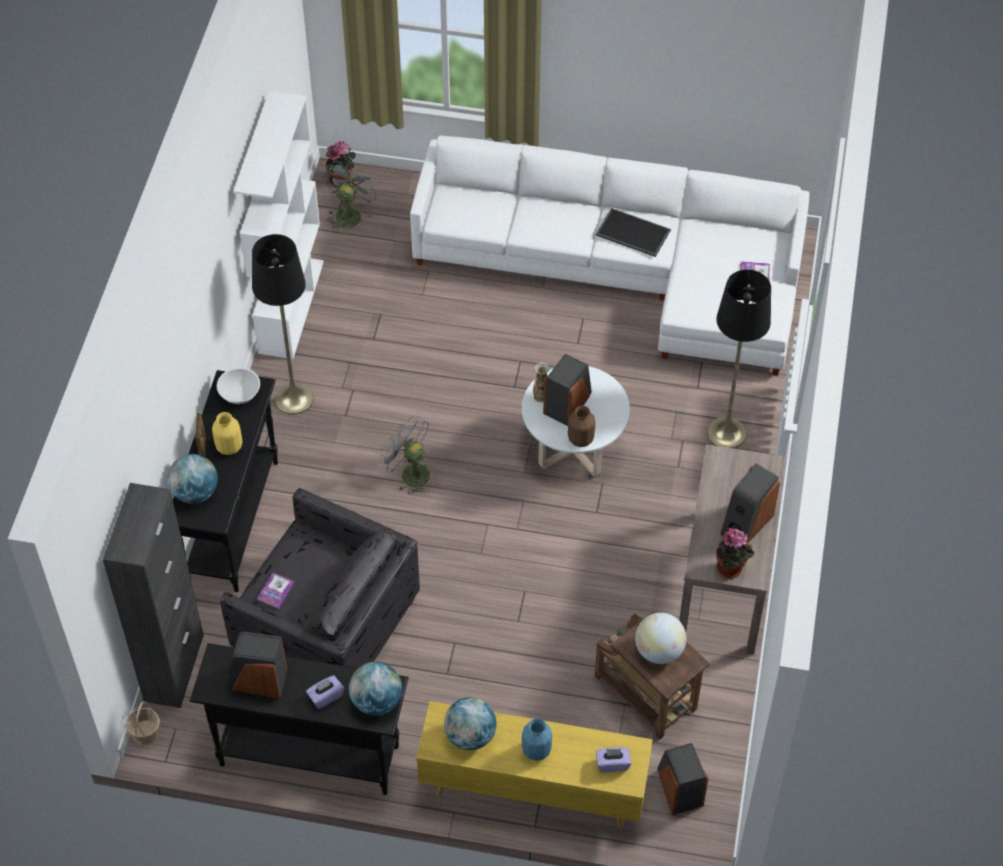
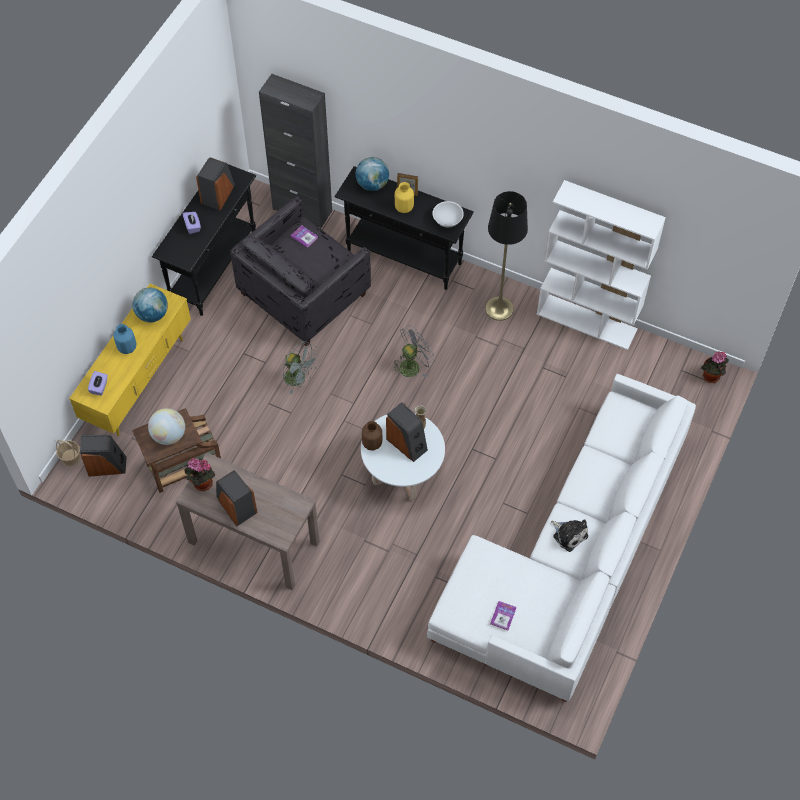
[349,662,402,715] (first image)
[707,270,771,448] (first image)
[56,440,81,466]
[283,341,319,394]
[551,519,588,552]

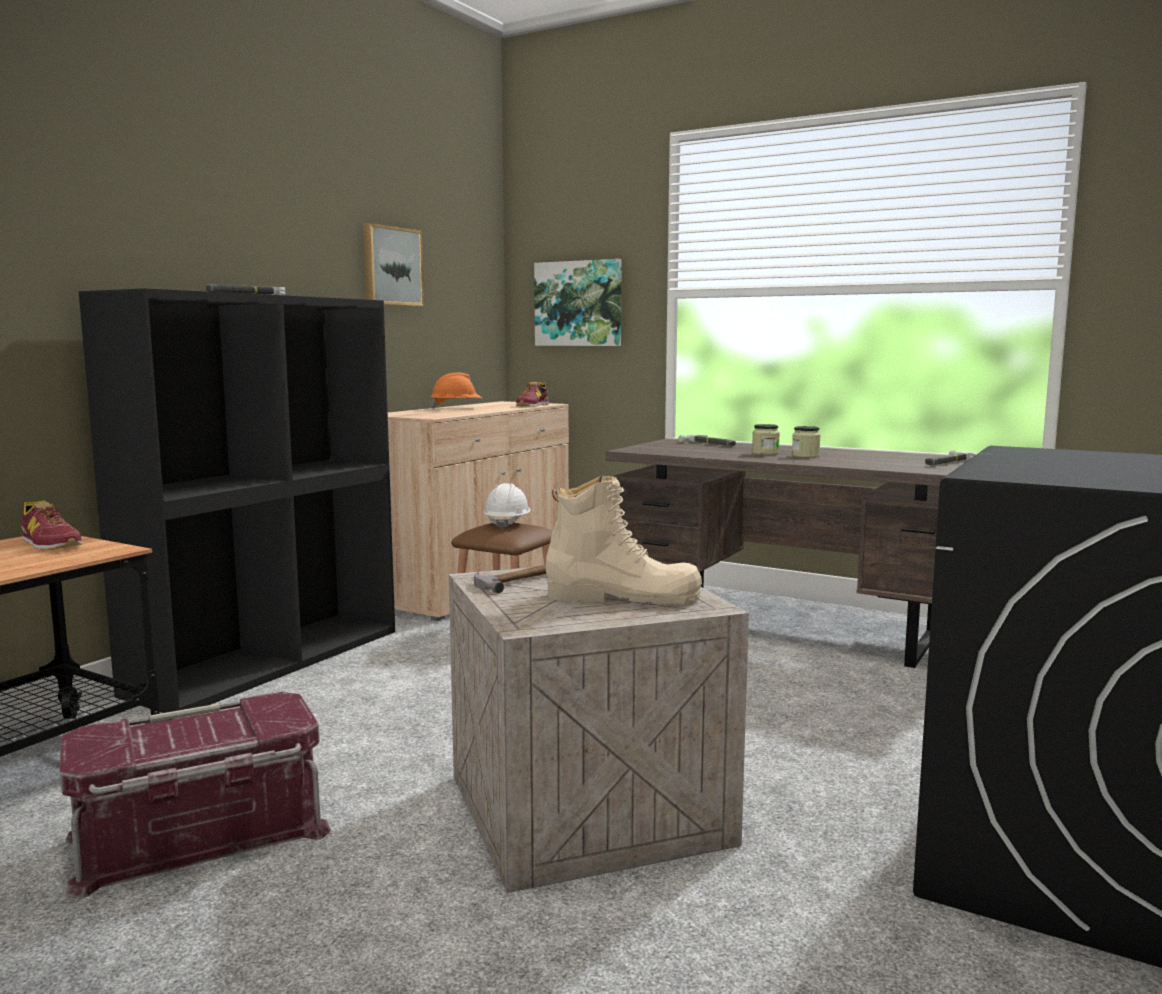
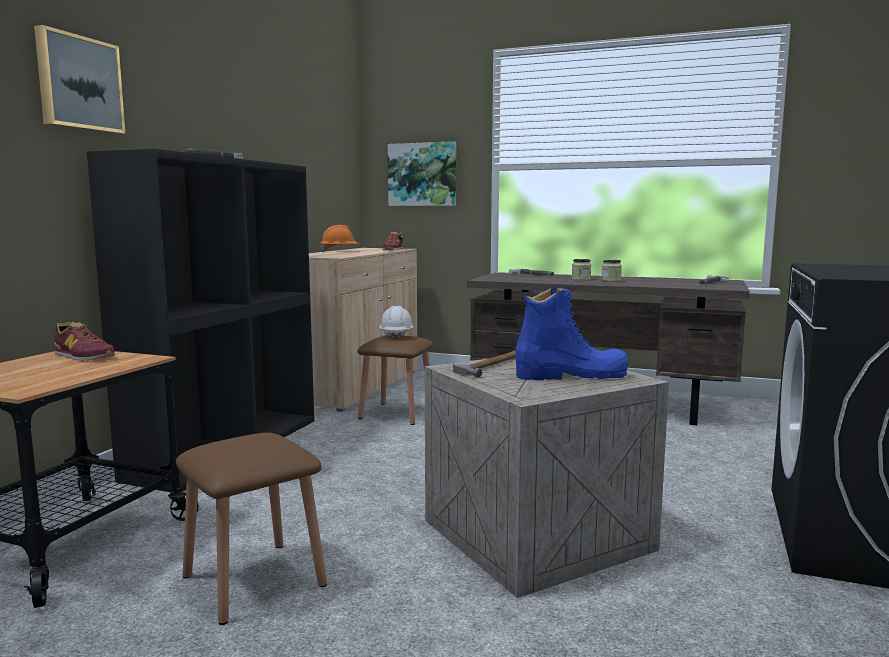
[34,25,125,134]
[176,433,327,625]
[515,287,629,380]

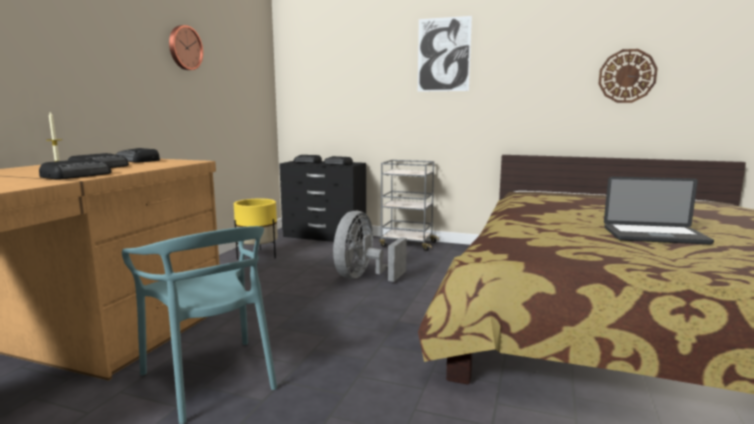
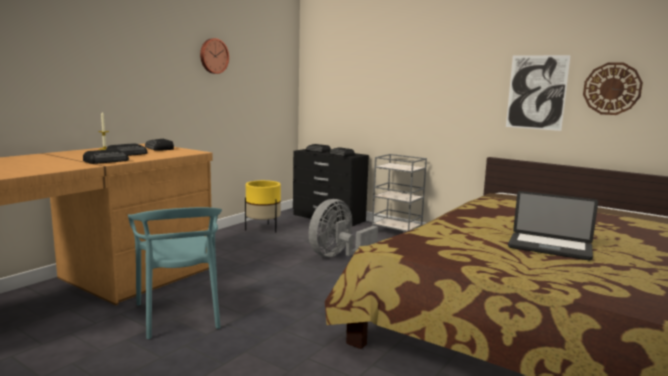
[506,55,571,131]

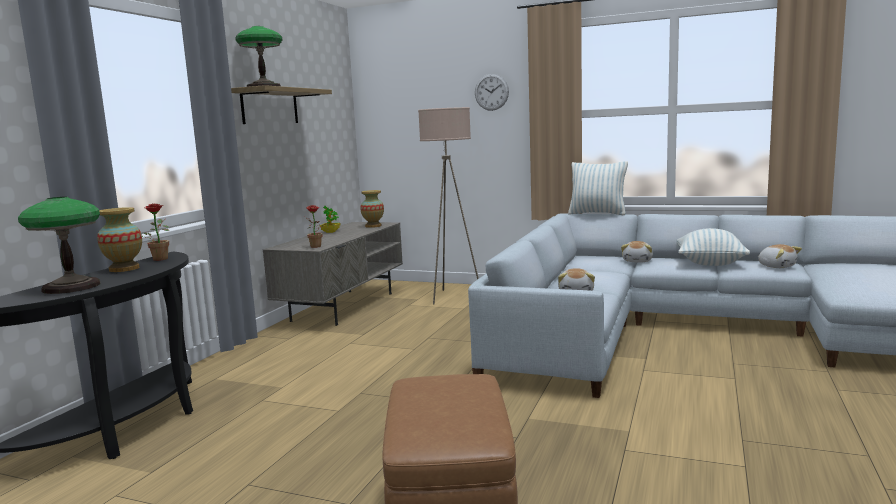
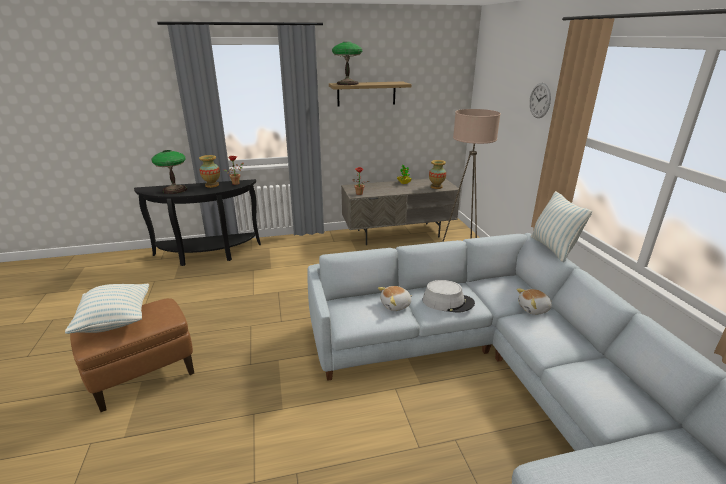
[758,244,802,268] (first image)
[423,280,475,313]
[65,284,149,334]

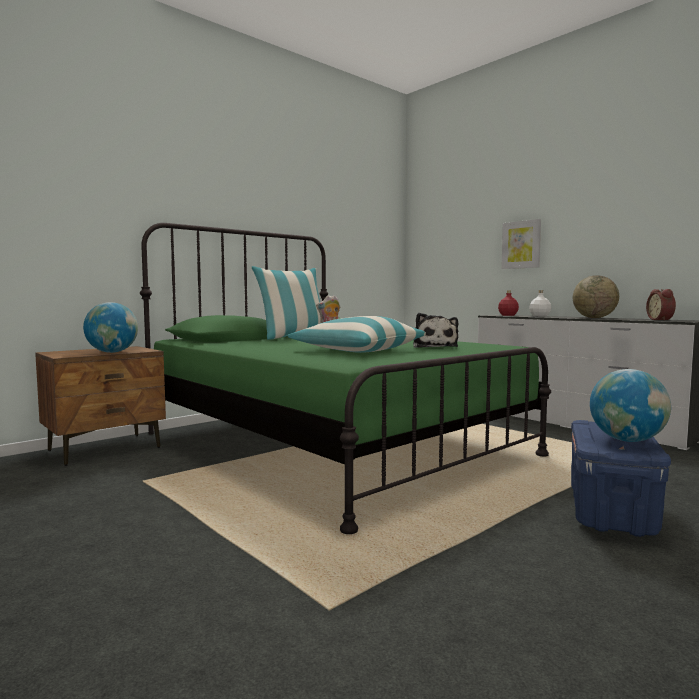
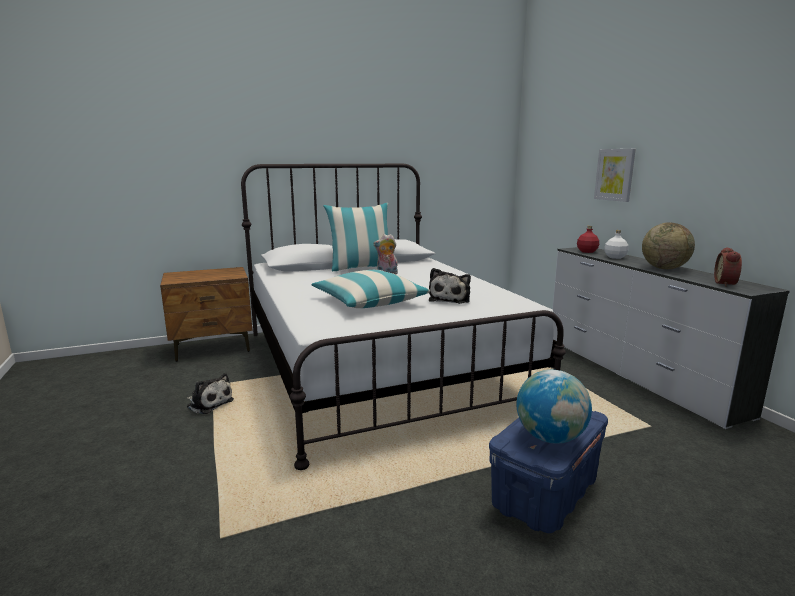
[83,302,138,353] (first image)
[187,373,234,414]
[241,164,566,470]

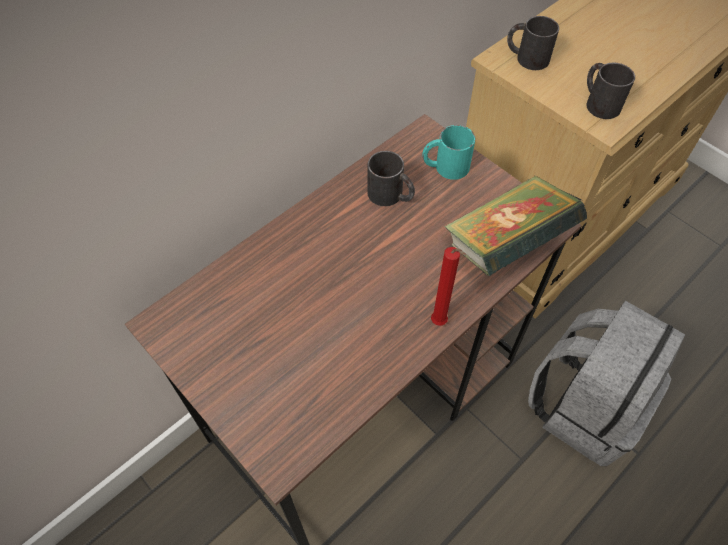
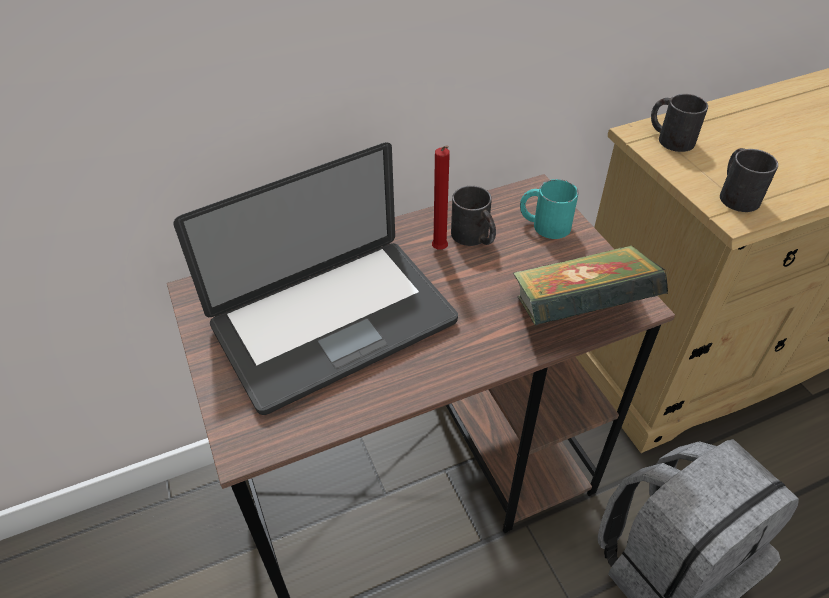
[174,142,458,415]
[432,146,450,250]

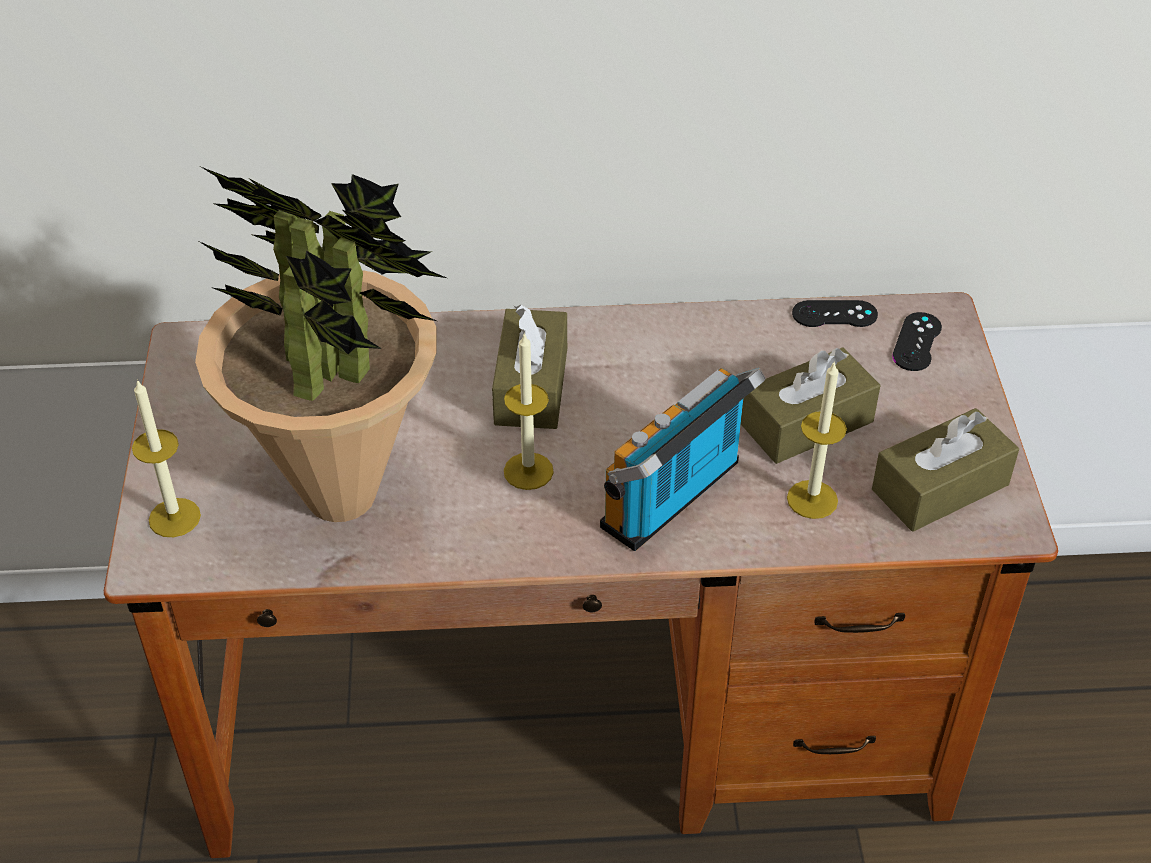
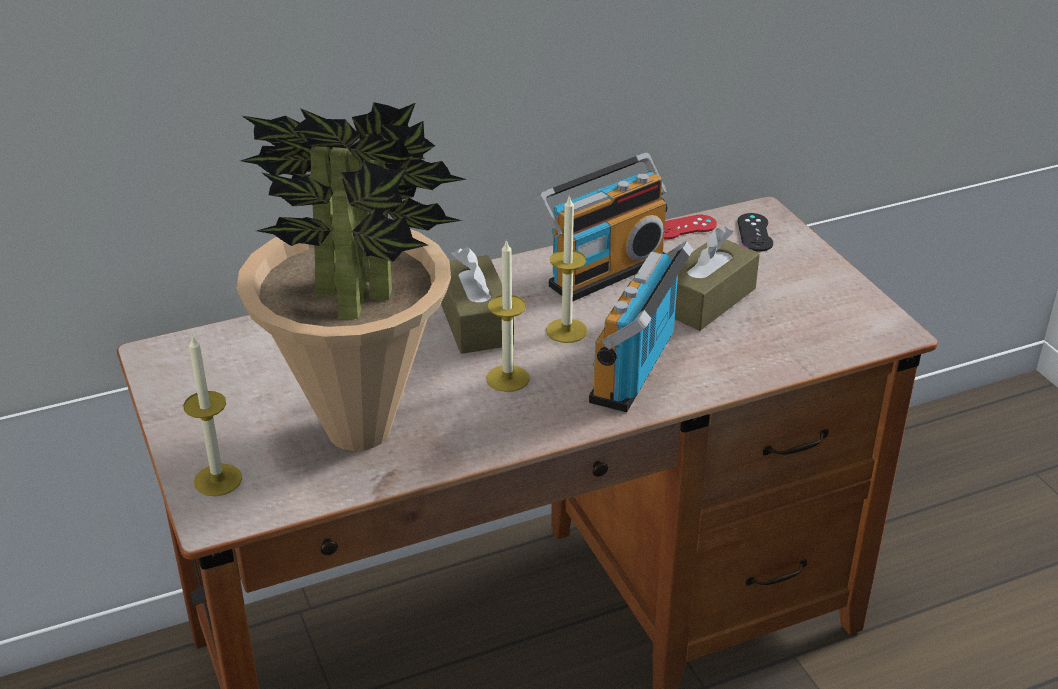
[872,408,1019,532] (first image)
[536,153,668,301]
[546,195,587,343]
[664,215,717,239]

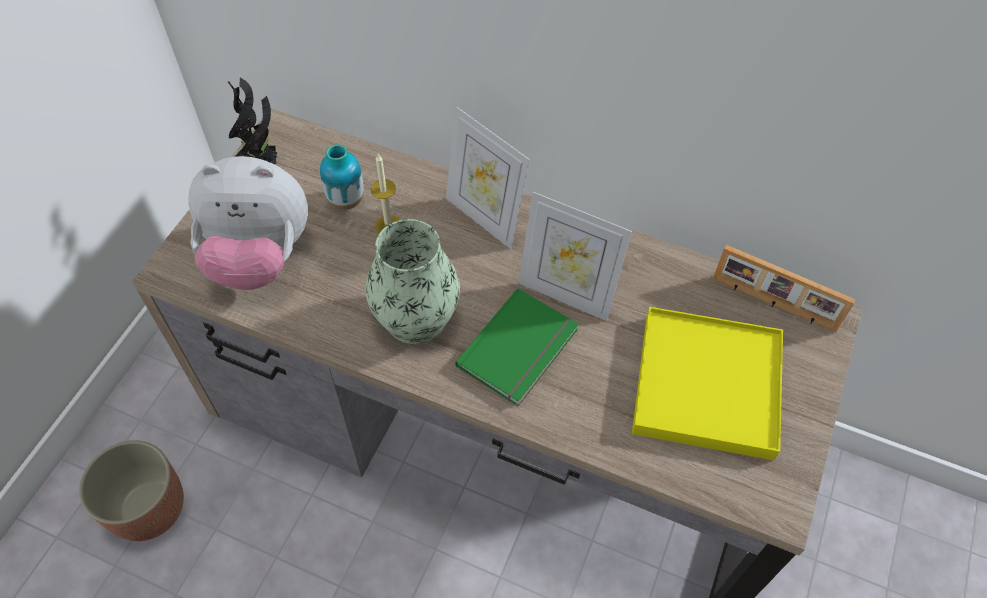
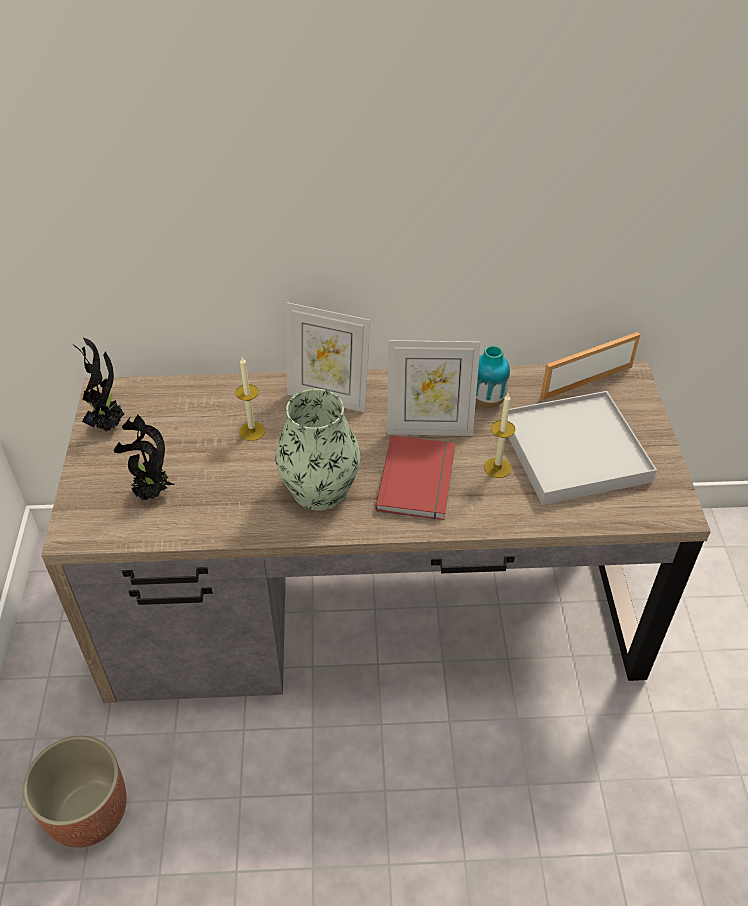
[484,392,515,478]
[476,345,510,408]
[114,415,175,501]
[376,436,455,520]
[501,391,657,505]
[541,332,641,400]

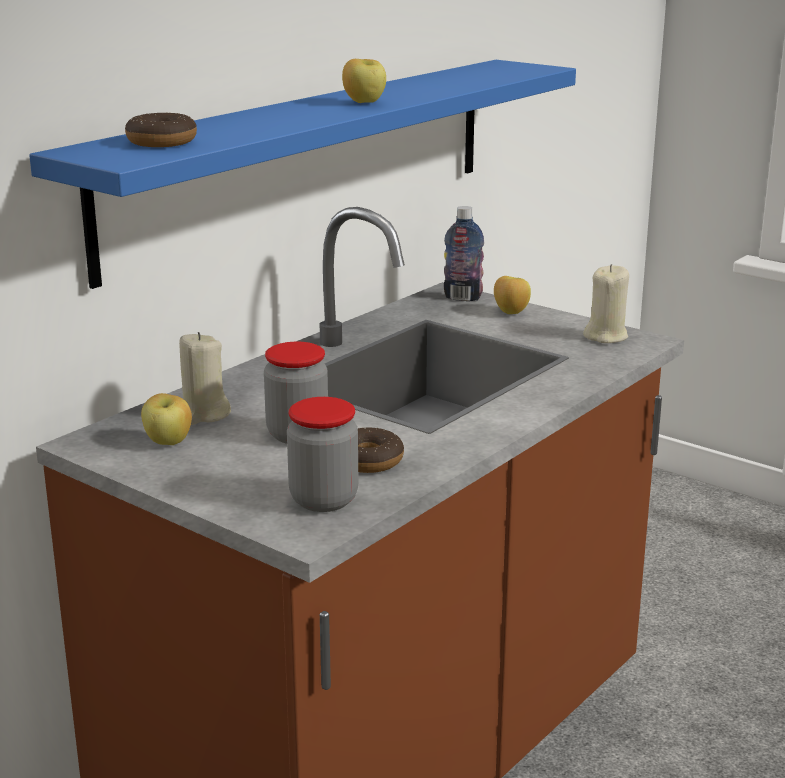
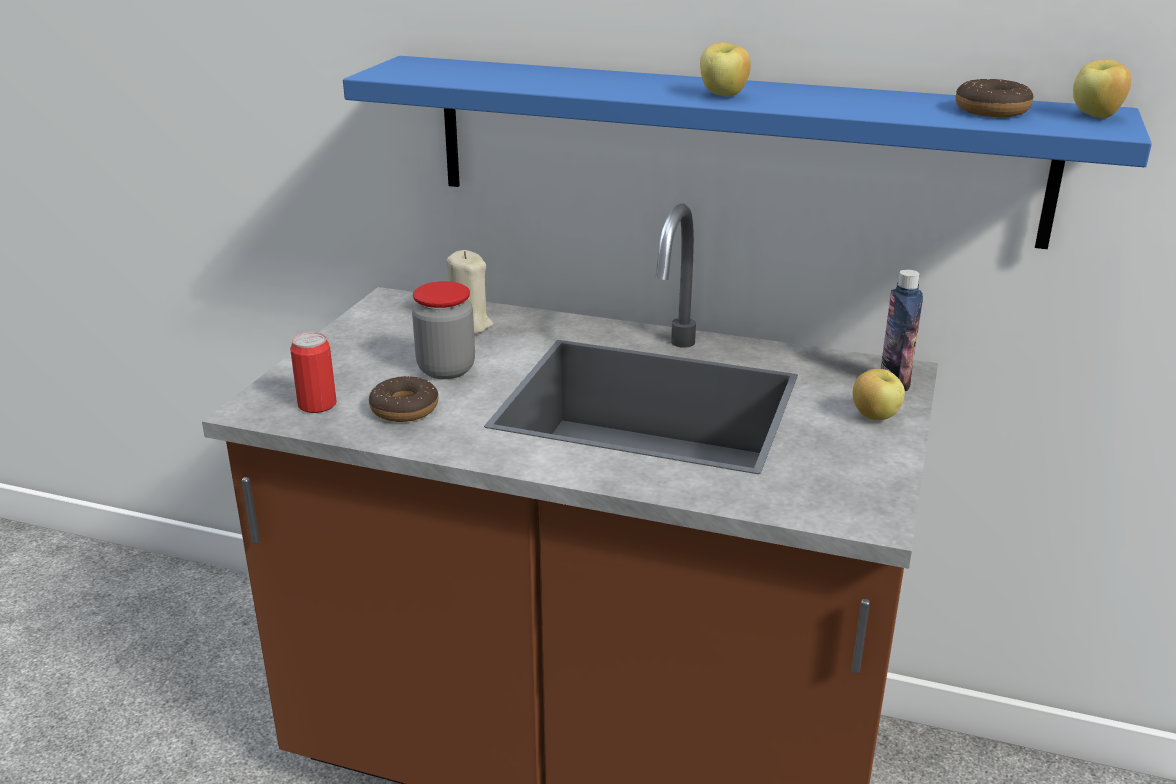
[583,264,629,343] (first image)
[956,79,1034,117]
[1073,60,1131,119]
[290,332,337,413]

